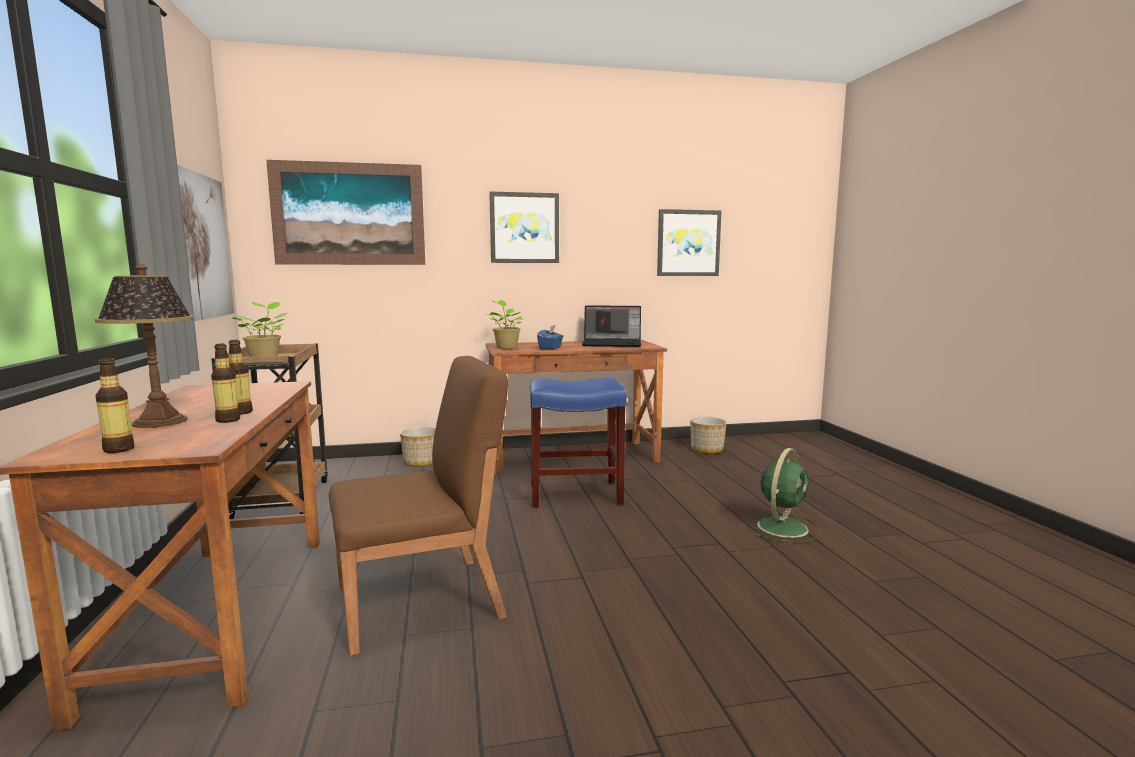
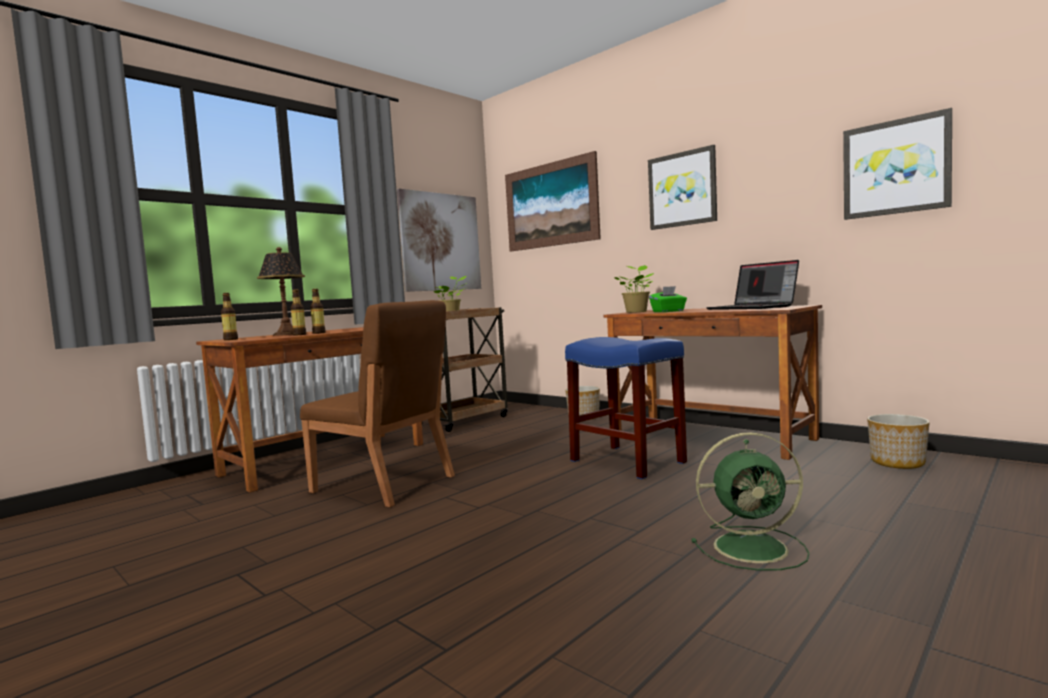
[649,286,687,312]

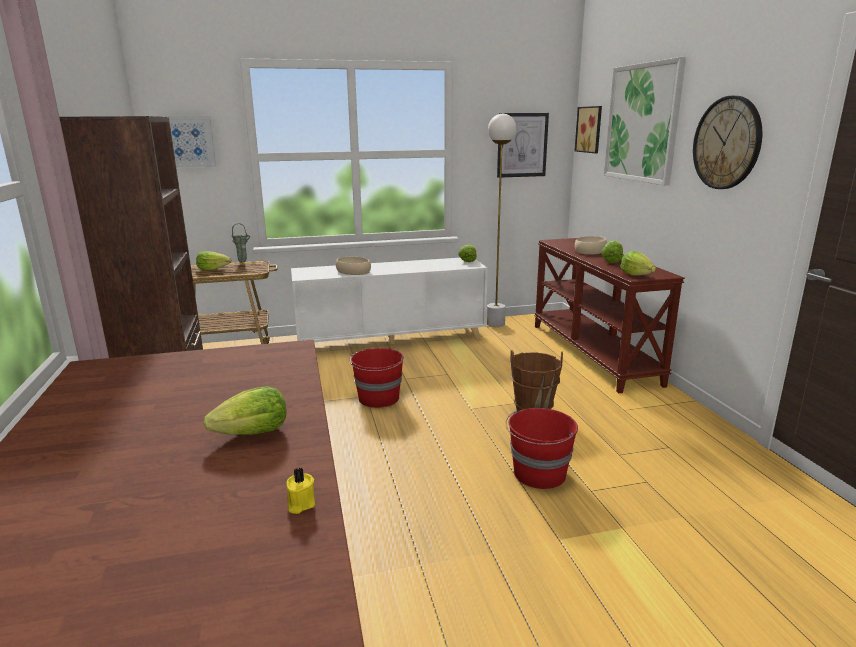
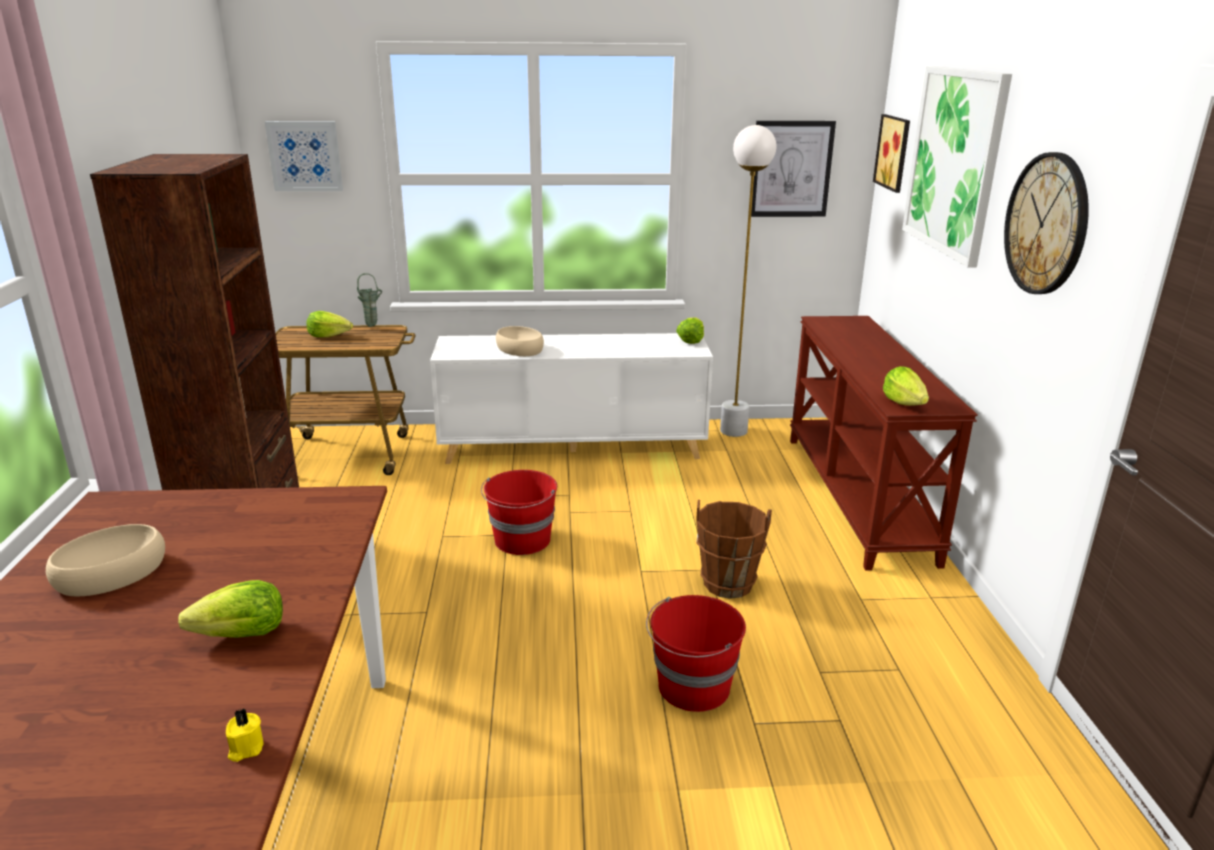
[602,241,623,263] (first image)
[46,524,165,596]

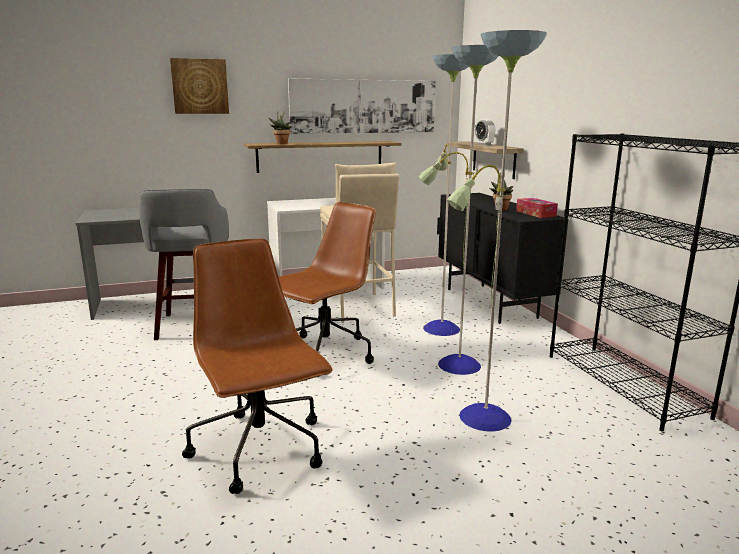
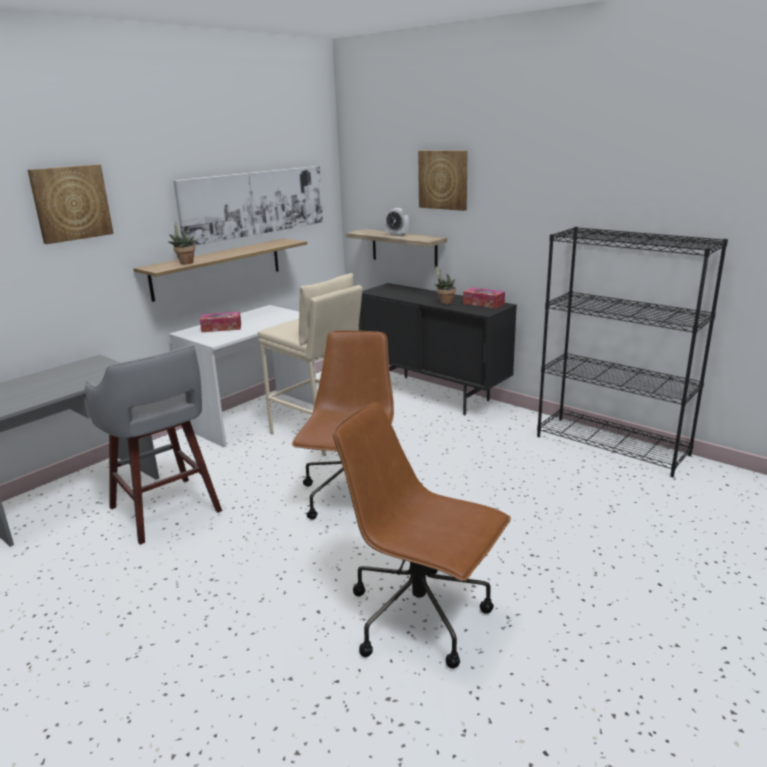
[419,30,547,431] (first image)
[200,312,241,332]
[418,150,467,211]

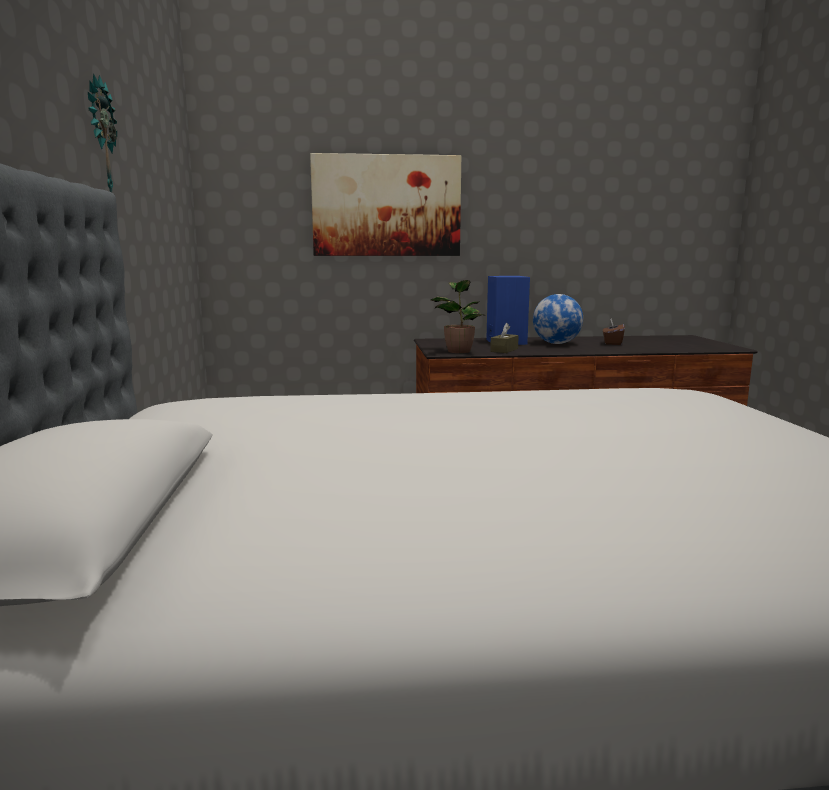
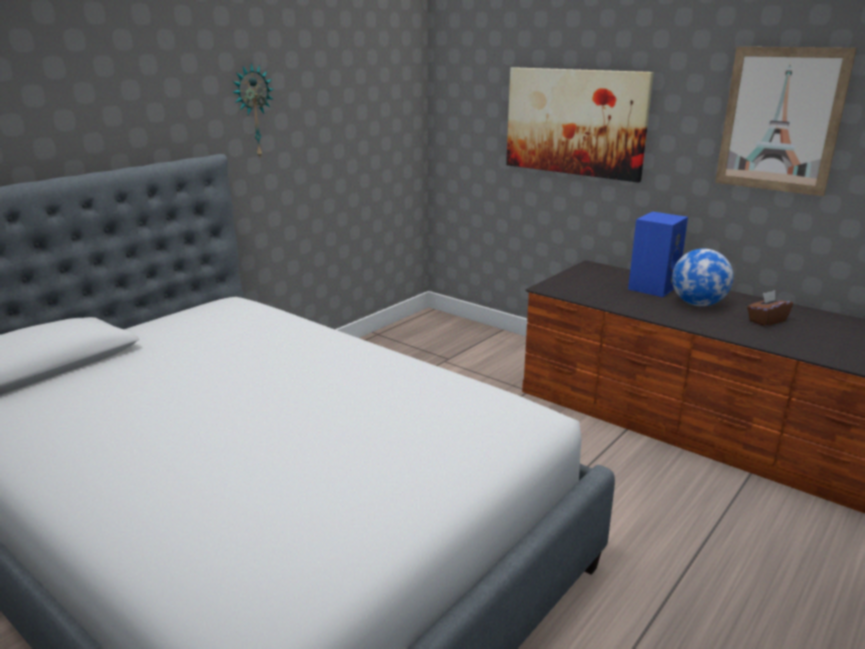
[430,280,485,353] (first image)
[490,323,519,353] (first image)
[715,47,857,196]

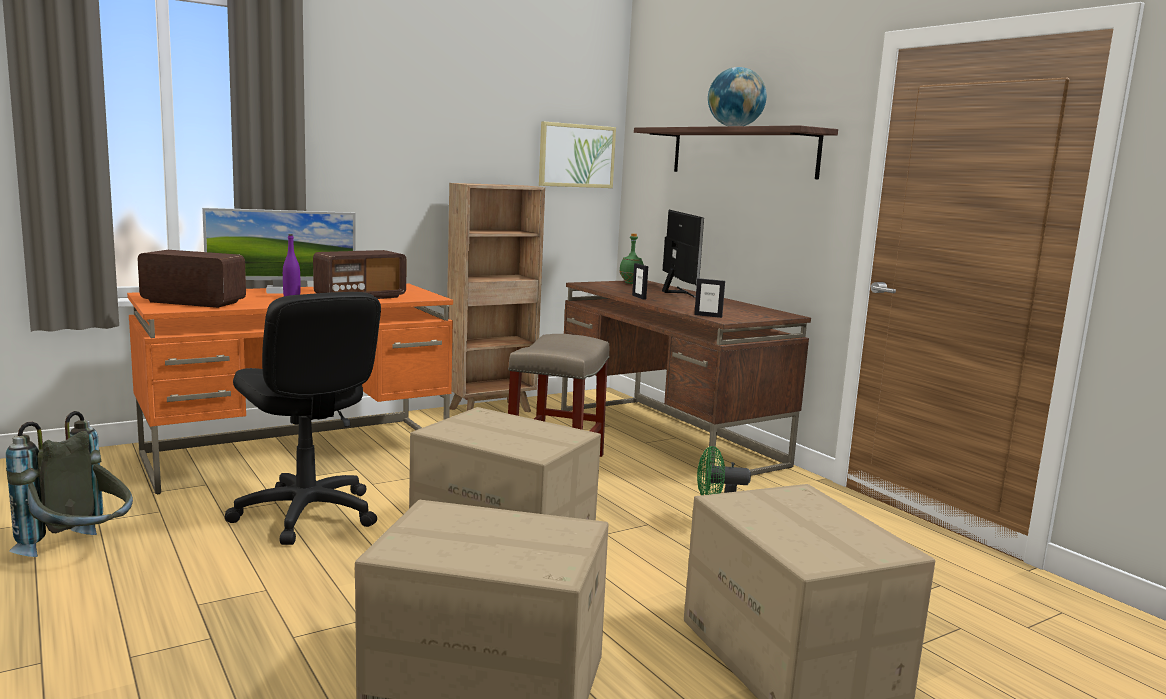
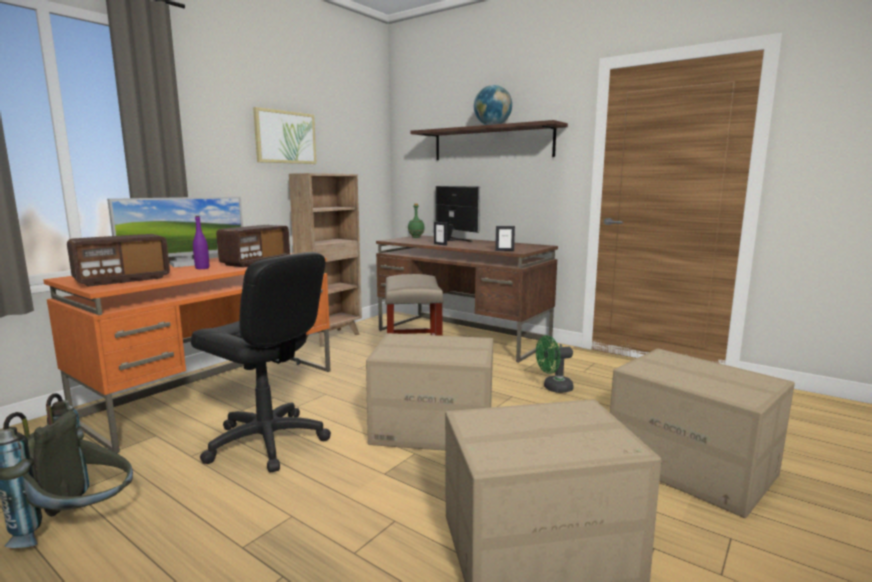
[253,107,317,164]
[67,234,170,287]

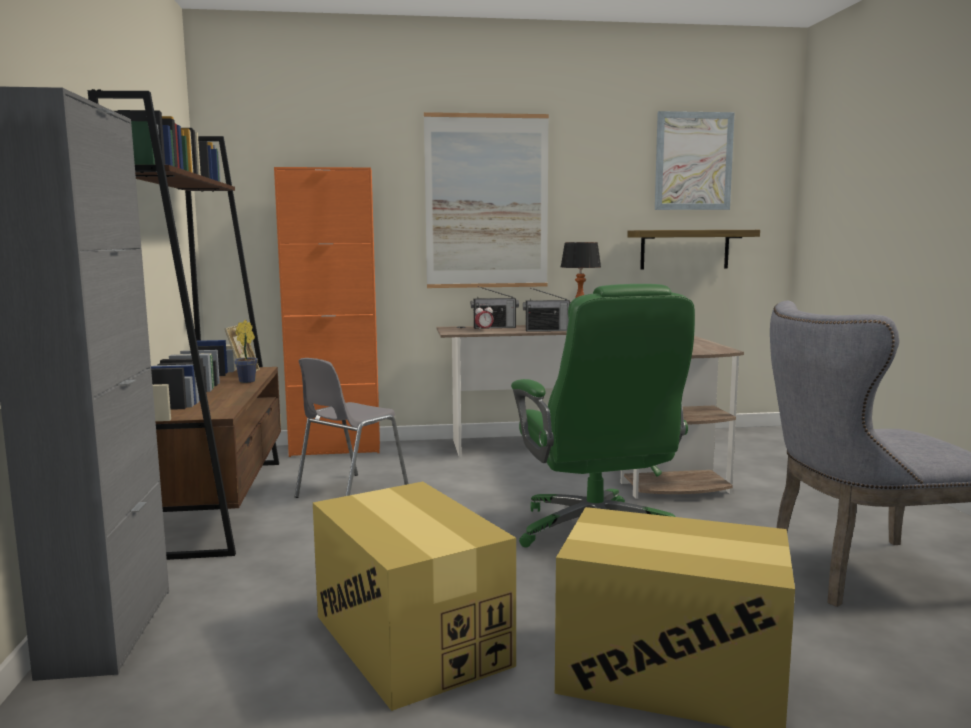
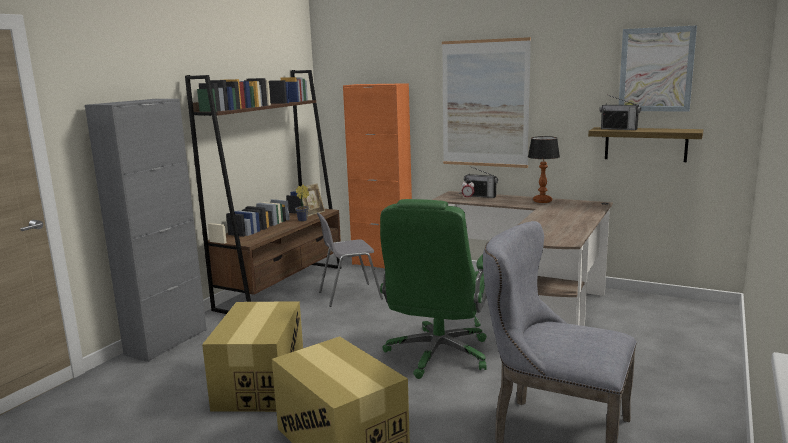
[599,95,641,130]

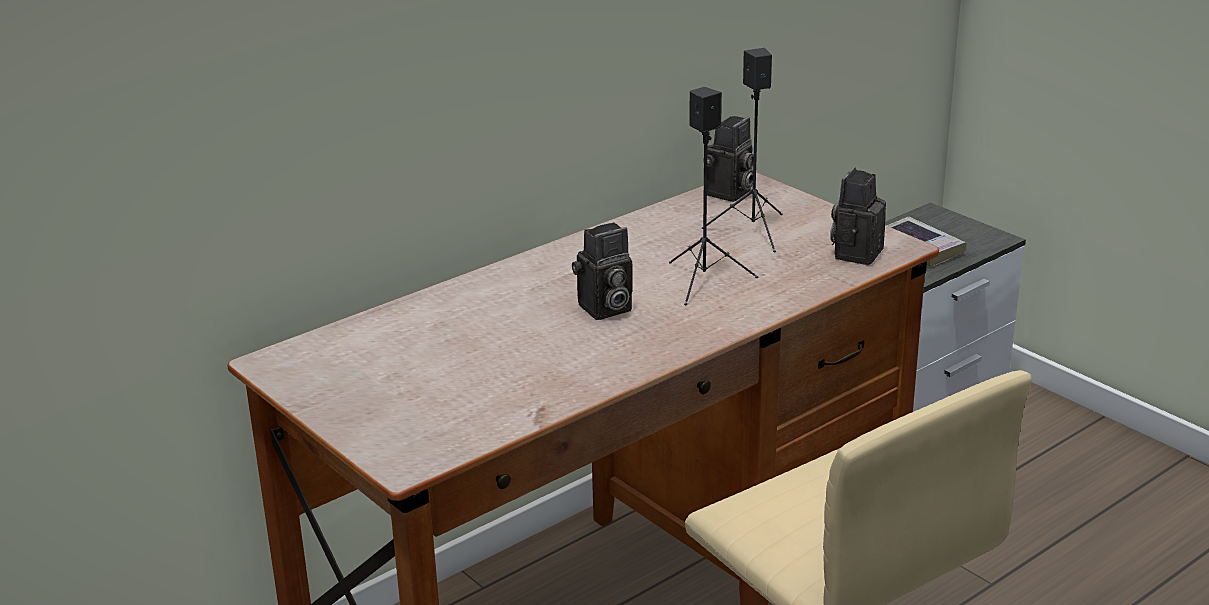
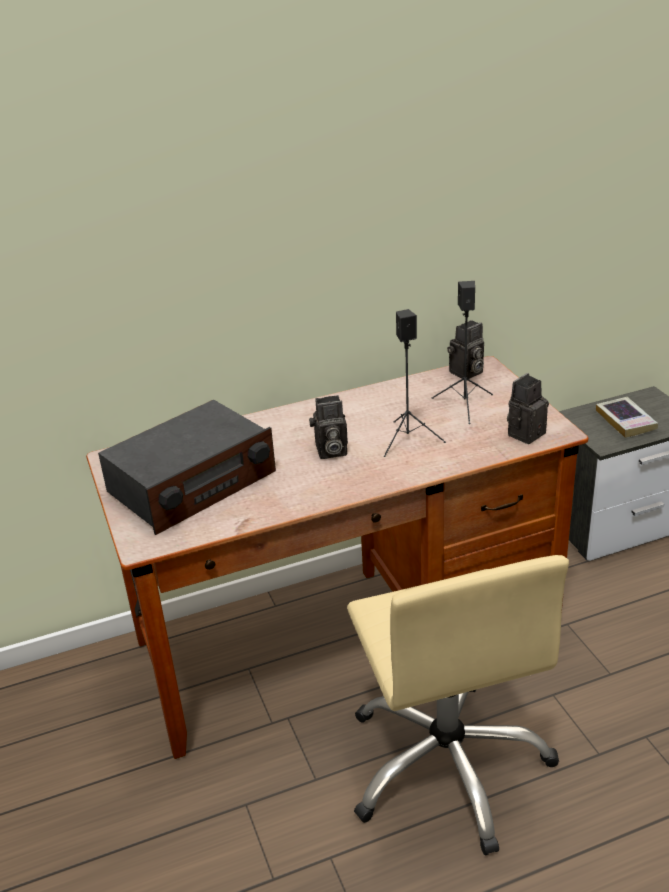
[98,400,276,535]

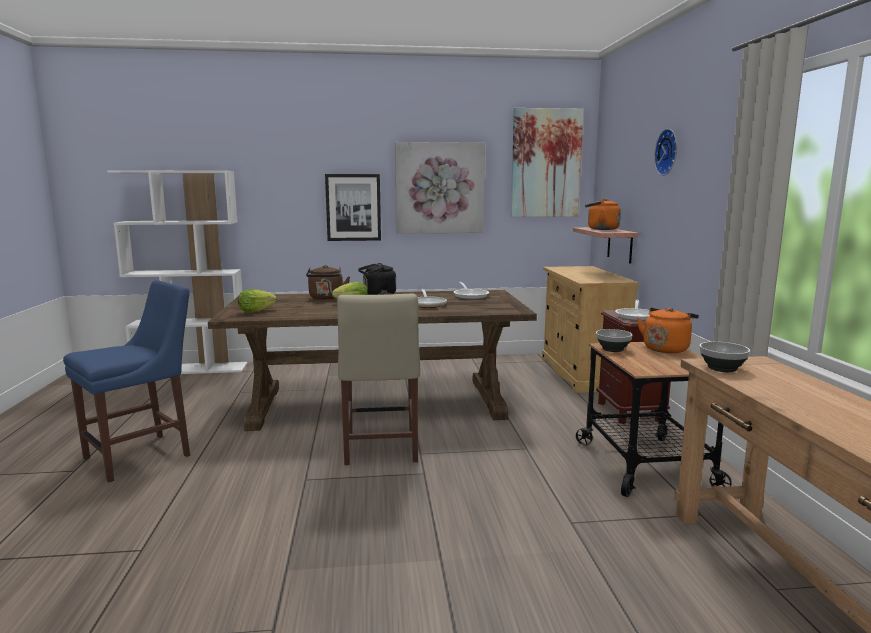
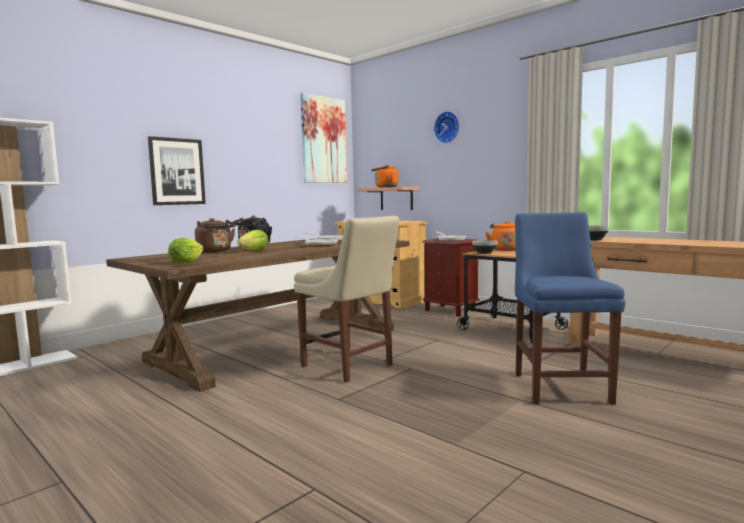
[395,142,485,234] (first image)
[515,212,626,405]

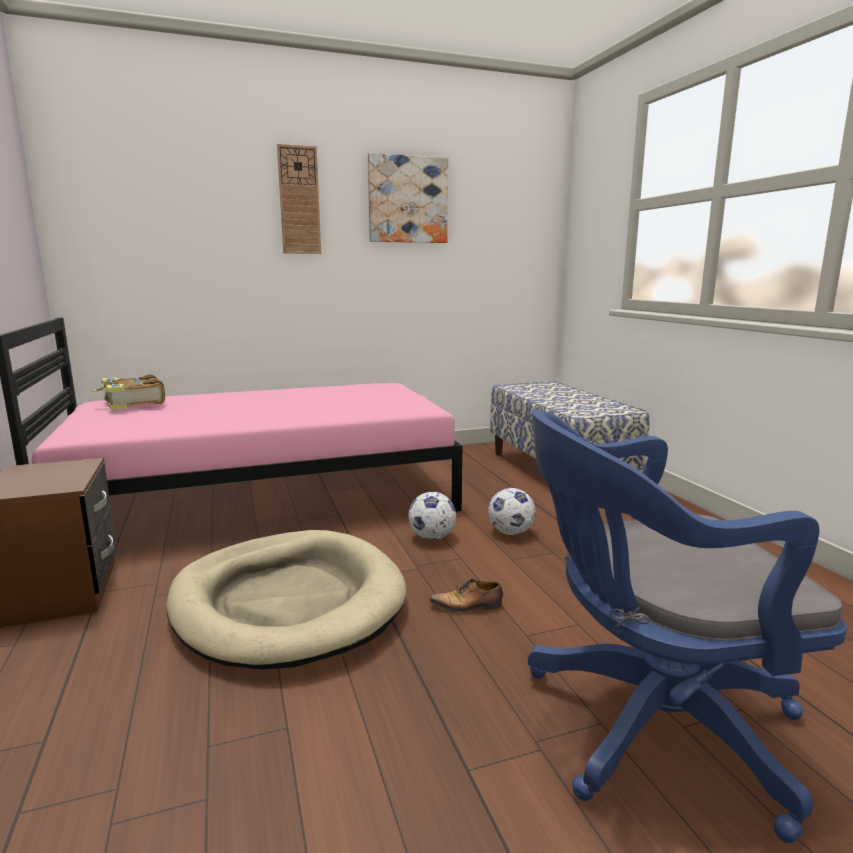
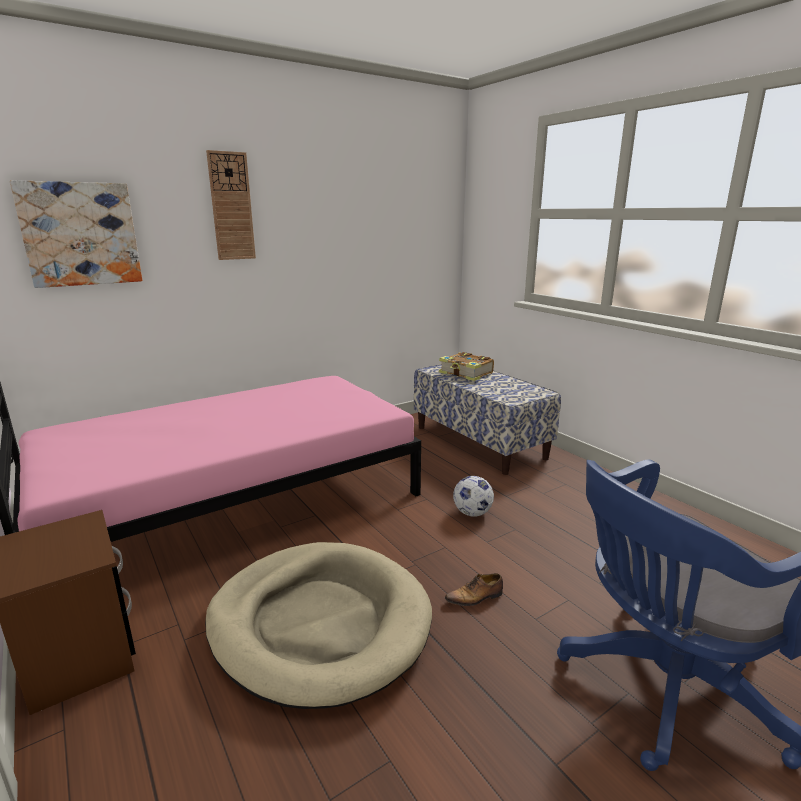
[409,492,456,540] (first image)
[439,352,494,381]
[10,180,142,288]

